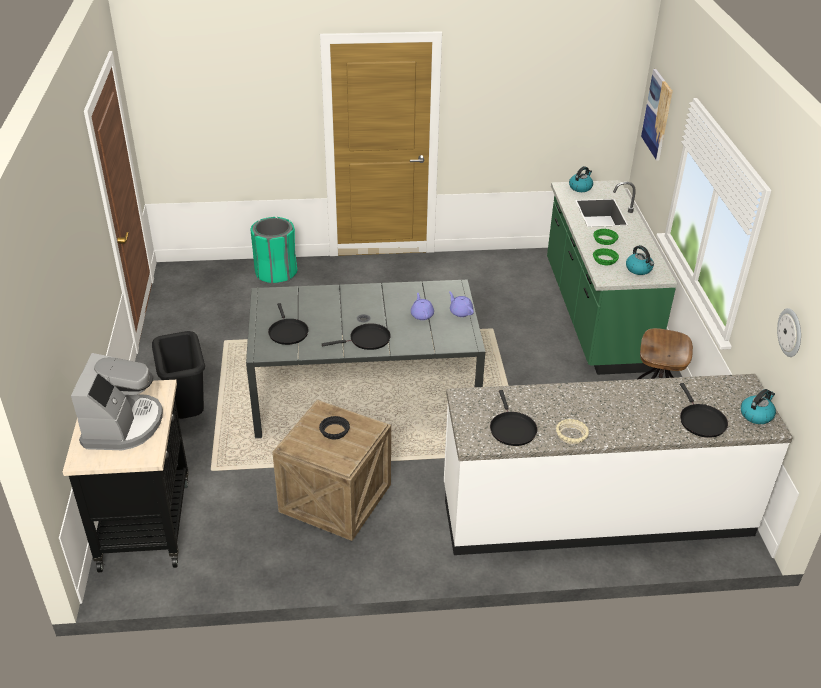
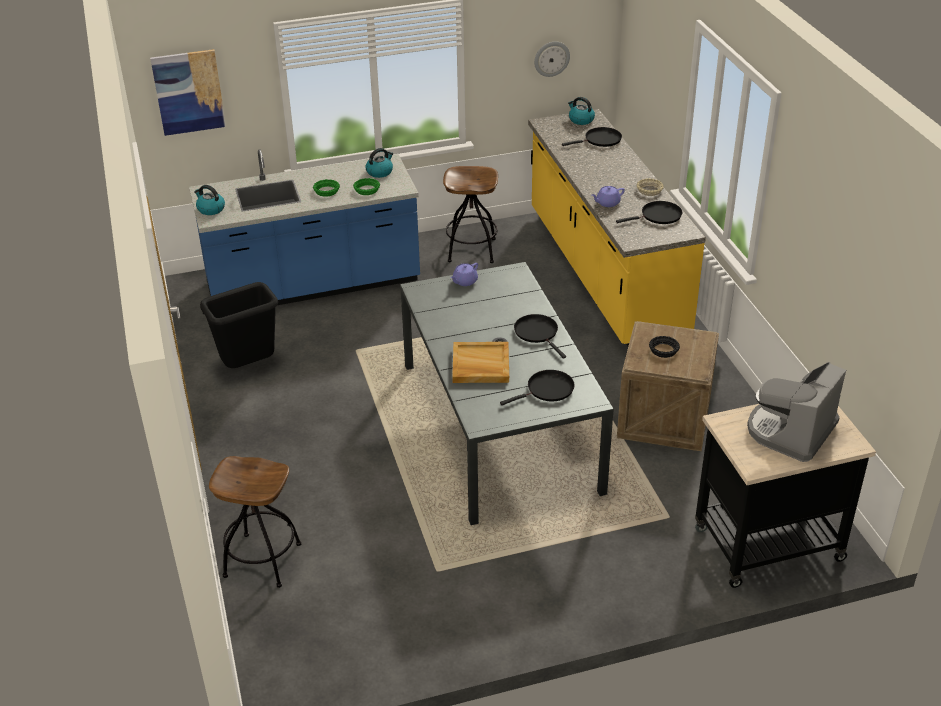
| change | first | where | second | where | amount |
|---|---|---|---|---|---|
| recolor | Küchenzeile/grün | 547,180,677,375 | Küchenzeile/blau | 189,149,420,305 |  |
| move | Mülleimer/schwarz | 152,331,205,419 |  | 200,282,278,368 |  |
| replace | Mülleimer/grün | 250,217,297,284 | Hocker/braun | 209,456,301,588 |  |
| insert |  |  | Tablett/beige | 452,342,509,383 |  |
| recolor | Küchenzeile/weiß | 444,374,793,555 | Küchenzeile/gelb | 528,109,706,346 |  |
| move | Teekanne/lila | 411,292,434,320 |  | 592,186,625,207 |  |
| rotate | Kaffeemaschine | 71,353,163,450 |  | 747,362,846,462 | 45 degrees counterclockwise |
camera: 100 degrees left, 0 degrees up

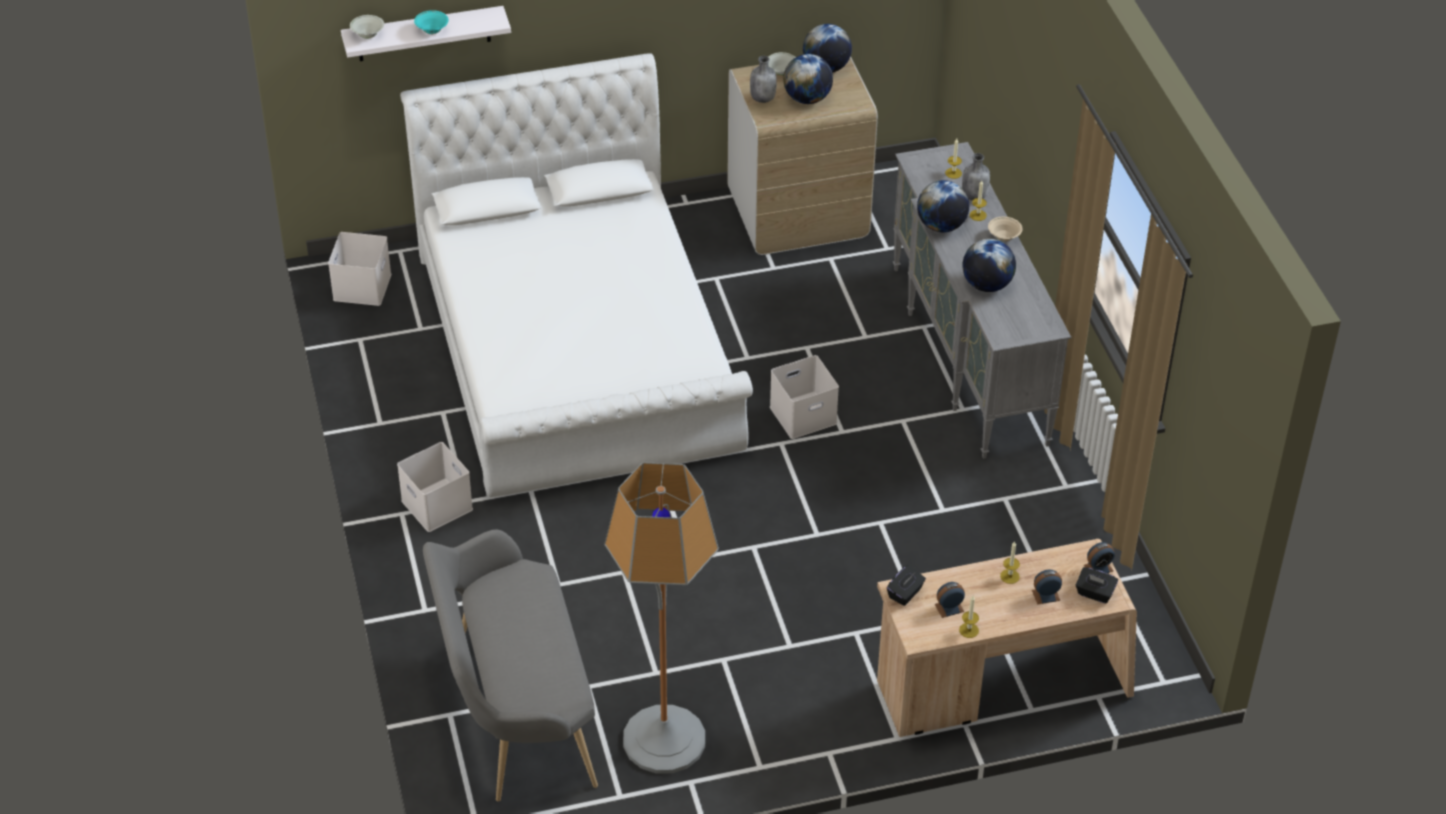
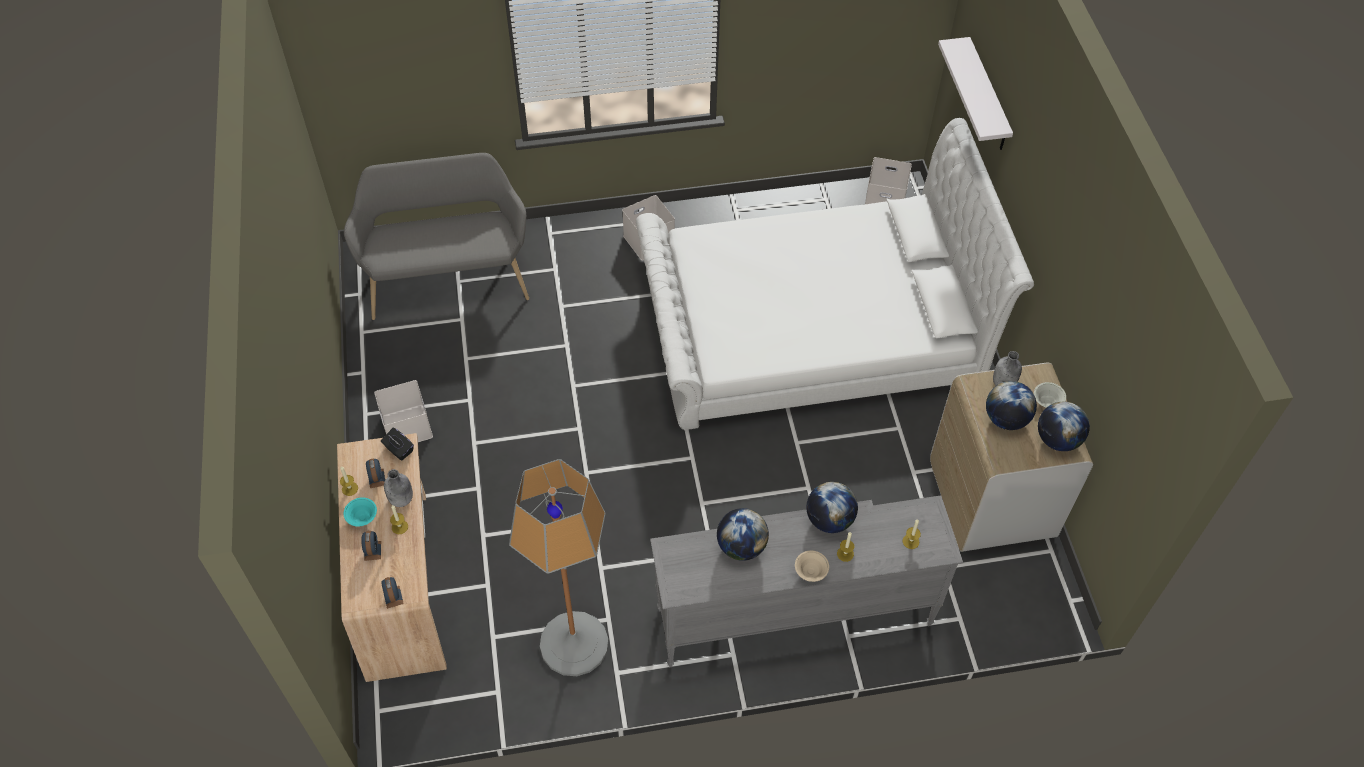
| change | first | where | second | where | amount |
|---|---|---|---|---|---|
| move | Schüssel/türkis | 414,10,449,34 |  | 344,497,377,526 |  |
| move | Aufbewahrungsbox/weiß | 770,355,839,439 |  | 374,380,433,442 |  |
| move | Flasche/grau | 962,153,990,200 |  | 384,469,413,507 |  |
| move | Stehlampe | 604,462,719,773 |  | 509,459,608,676 |  |
| delete | Schüssel/weiß | 350,15,384,39 |  |  |  |
| delete | Taschentuchbox/schwarz | 1076,567,1118,603 |  |  |  |
camera: 95 degrees right, 10 degrees up

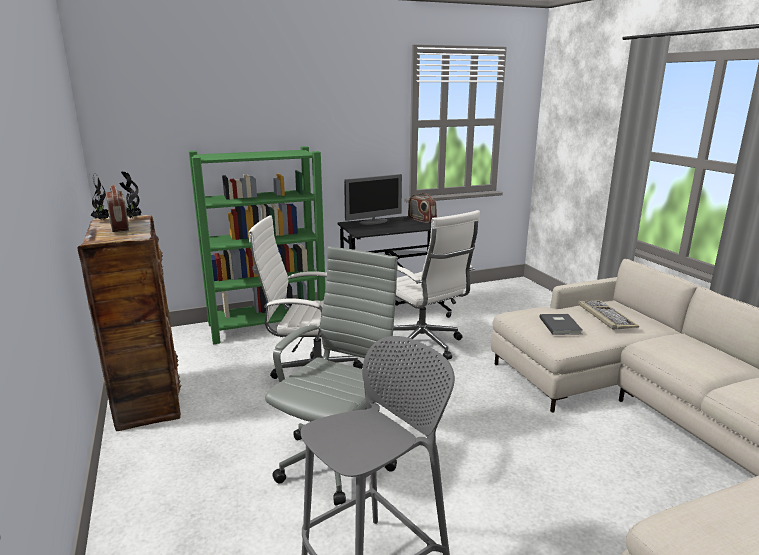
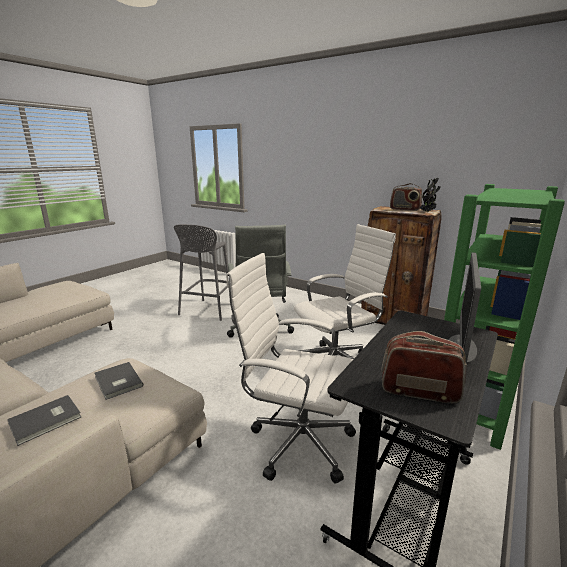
| change | first | where | second | where | amount |
|---|---|---|---|---|---|
| replace | Tastatur | 578,300,639,330 | Buch/grau | 7,395,81,446 |  |
camera: 145 degrees right, 0 degrees up

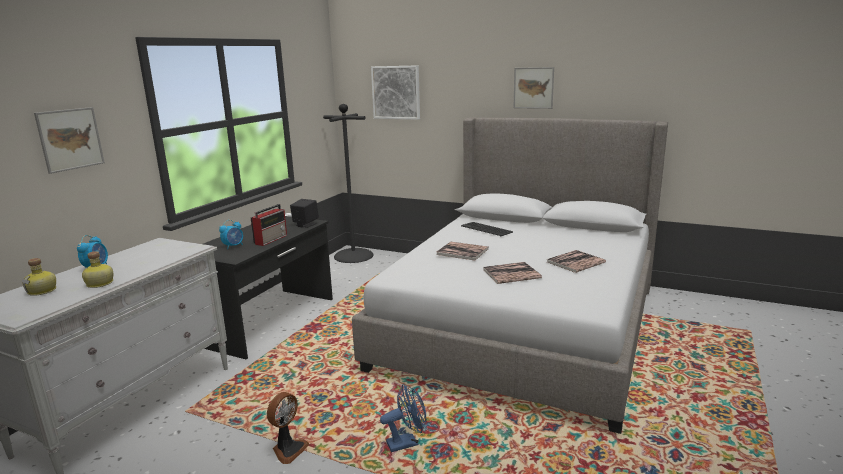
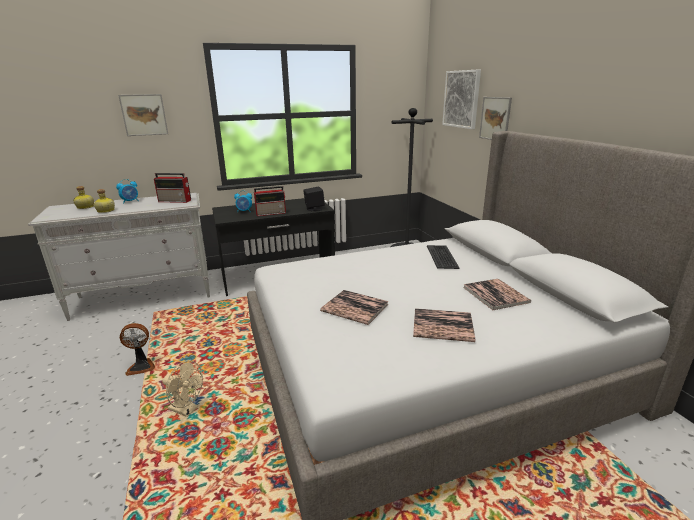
| change | first | where | second | where | amount |
|---|---|---|---|---|---|
| insert |  |  | Radio | 154,173,191,203 |  |
| recolor | Ventilator/blau | 380,384,426,452 | Ventilator/beige | 162,360,203,417 |  |
| move | Buch | 436,242,489,261 |  | 463,279,531,310 |  |
| move | Bild | 513,67,554,109 |  | 479,97,512,140 |  |
camera: 45 degrees right, 5 degrees up

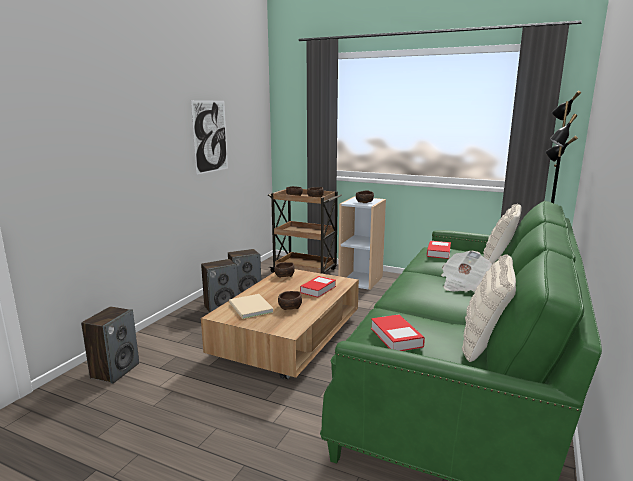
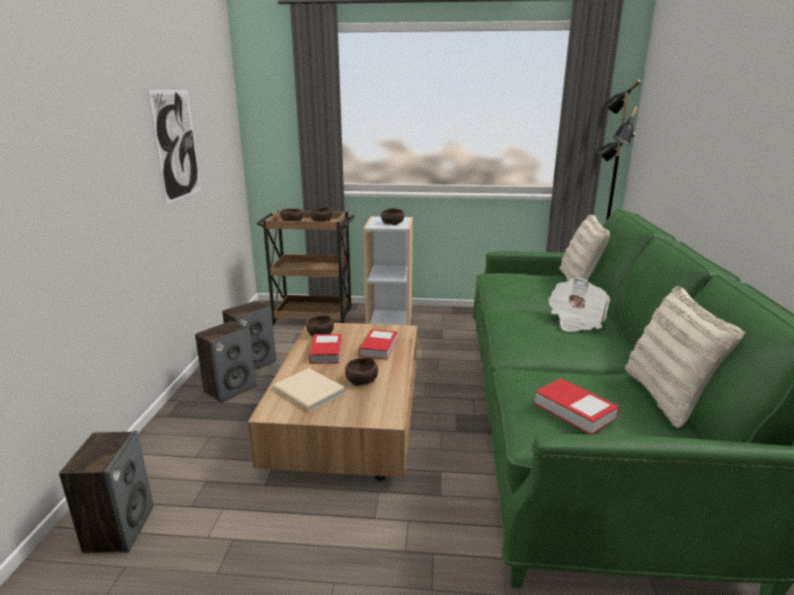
| change | first | where | second | where | amount |
|---|---|---|---|---|---|
| move | Buch | 427,241,451,259 |  | 309,334,342,364 |  |
camera: 20 degrees left, 5 degrees up

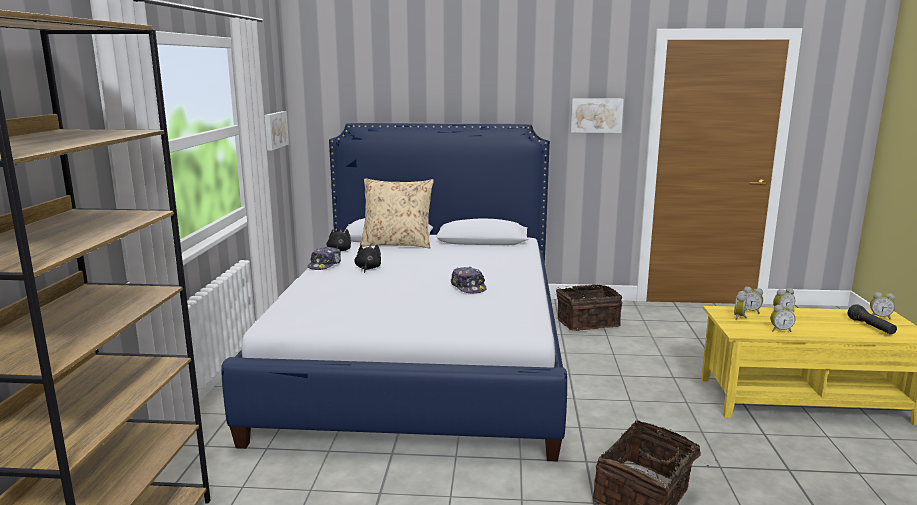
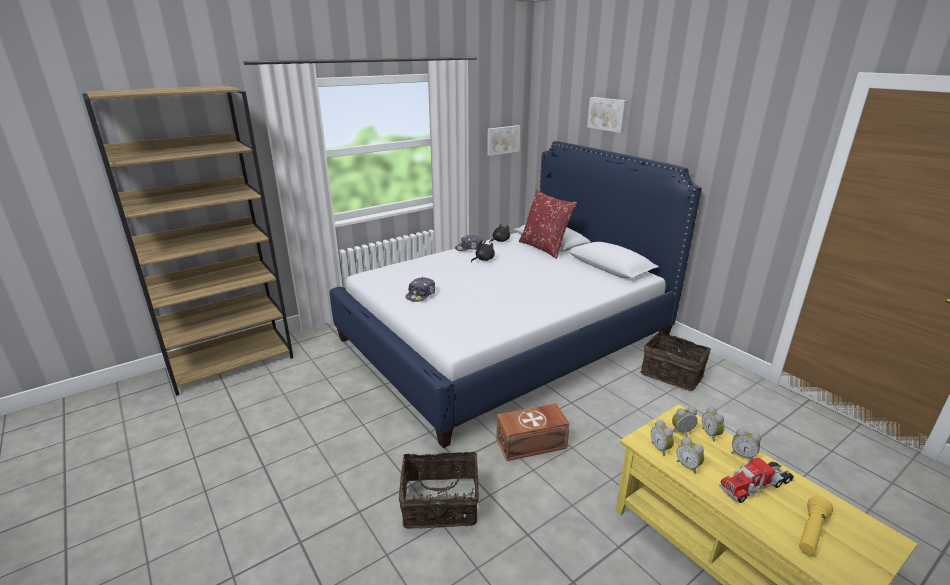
| change | first | where | second | where | amount |
|---|---|---|---|---|---|
| move | Kappe | 451,267,487,293 |  | 406,277,435,302 |  |
| insert |  |  | Aufbewahrungsbox/braun | 496,403,570,461 |  |
| recolor | Kissen/beige | 360,178,434,249 | Kissen/rot | 519,190,577,259 |  |
| move | Bild | 571,98,624,133 |  | 587,97,627,133 |  |
| move | Wecker | 870,292,895,319 |  | 651,420,674,456 |  |
| insert |  |  | Spielzeuglaster | 719,457,794,503 |  |
| recolor | Taschenlampe/schwarz | 848,304,897,335 | Taschenlampe/gelb | 799,496,833,555 |  |
camera: 50 degrees right, 10 degrees up

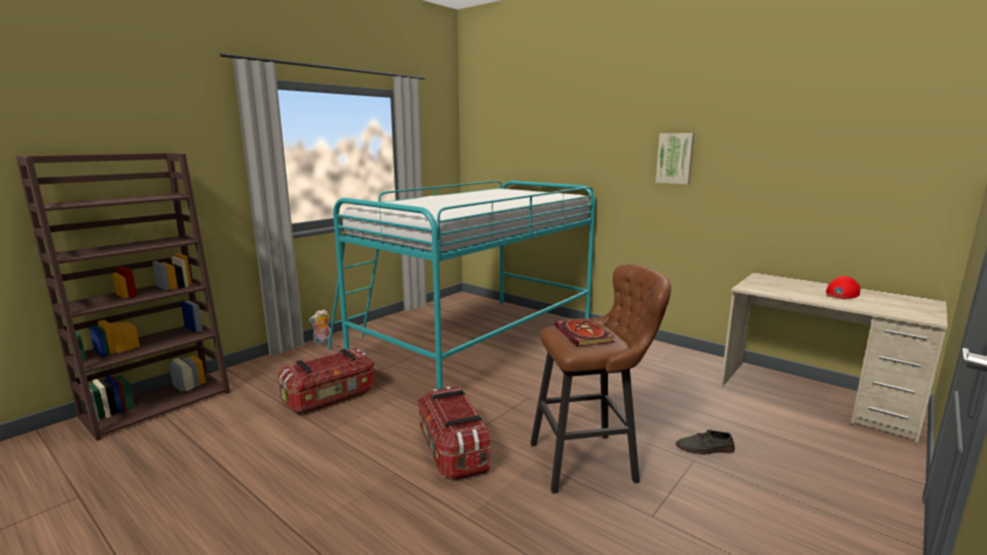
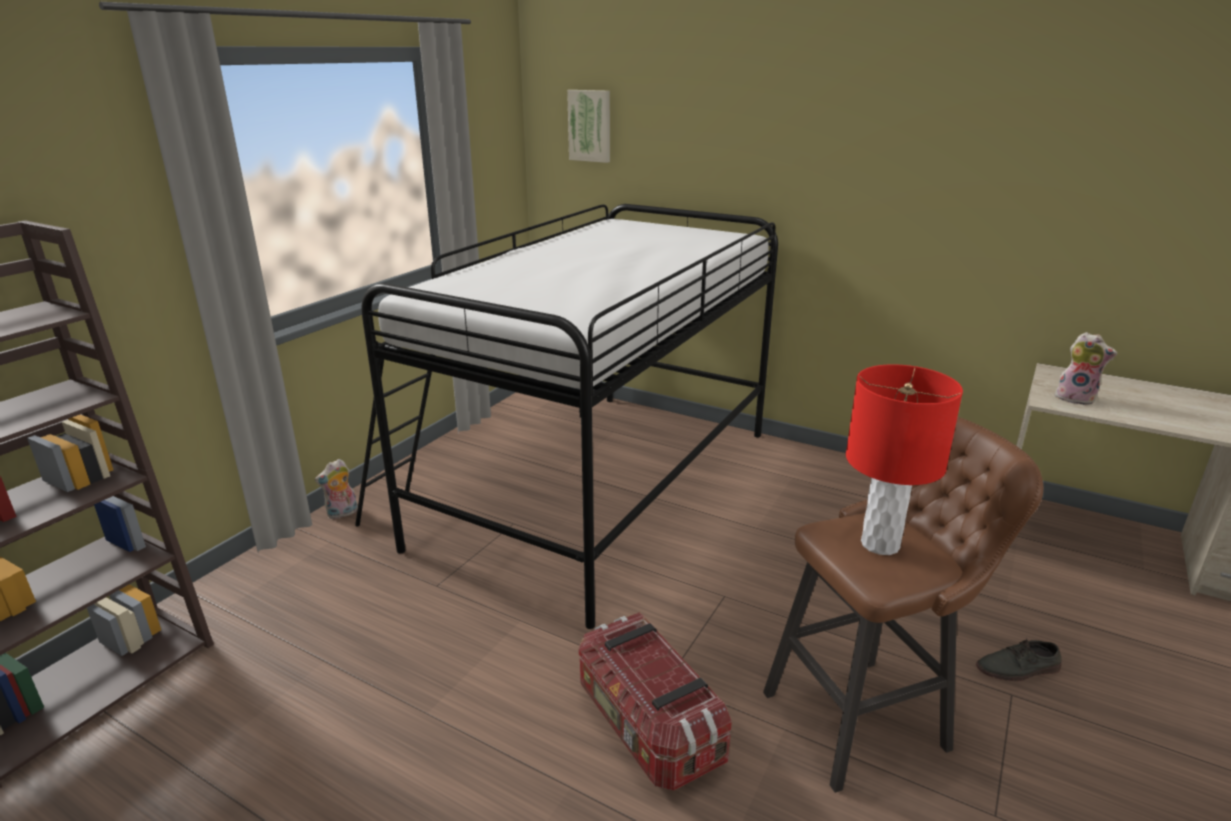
| change | first | where | second | where | amount |
|---|---|---|---|---|---|
| recolor | Bett/türkis | 328,181,596,390 | Bett/schwarz | 355,204,778,629 |  |
| move | Bild | 656,133,694,184 |  | 567,90,610,163 |  |
| replace | Buch | 554,318,615,346 | Tischlampe/rot | 846,364,963,555 |  |
| insert |  |  | Plüschtier | 1055,332,1117,405 |  |
| delete | Aufbewahrungsbox | 278,348,376,414 |  |  |  |
| delete | Kappe/rot | 826,276,860,299 |  |  |  |
camera: 10 degrees left, 10 degrees up

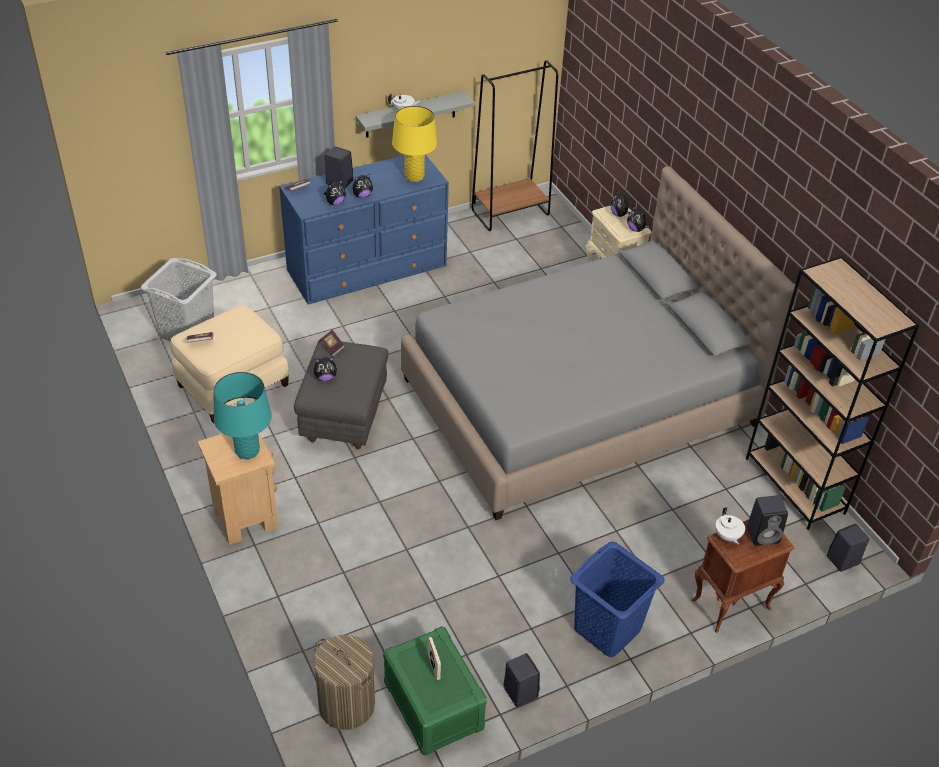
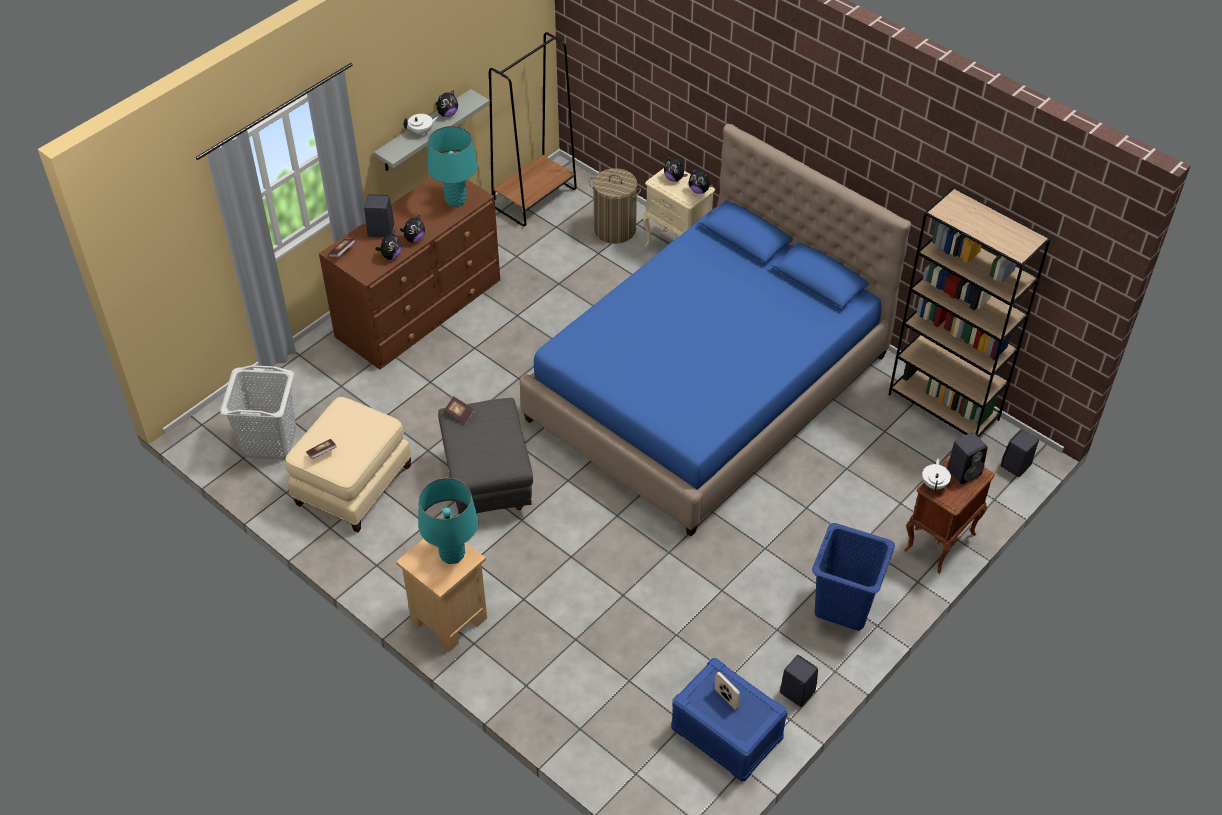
| change | first | where | second | where | amount |
|---|---|---|---|---|---|
| recolor | Kommode/blau | 279,154,449,305 | Kommode/braun | 319,177,500,369 |  |
| recolor | Tischlampe/gelb | 392,106,437,182 | Tischlampe/türkis | 428,126,478,207 |  |
| move | Plüschtier | 314,357,338,381 |  | 435,90,458,117 |  |
| recolor | Bett/grau | 401,166,798,520 | Bett/blau | 520,124,911,536 |  |
| move | Wäschekorb | 314,635,375,730 |  | 589,168,641,244 |  |
| recolor | Aufbewahrungsbox/grün | 383,626,487,755 | Aufbewahrungsbox/blau | 671,658,788,782 |  |
| rotate | Teekanne/weiß | 715,507,745,545 |  | 922,458,951,492 | 135 degrees counterclockwise |
camera: 20 degrees left, 5 degrees up

